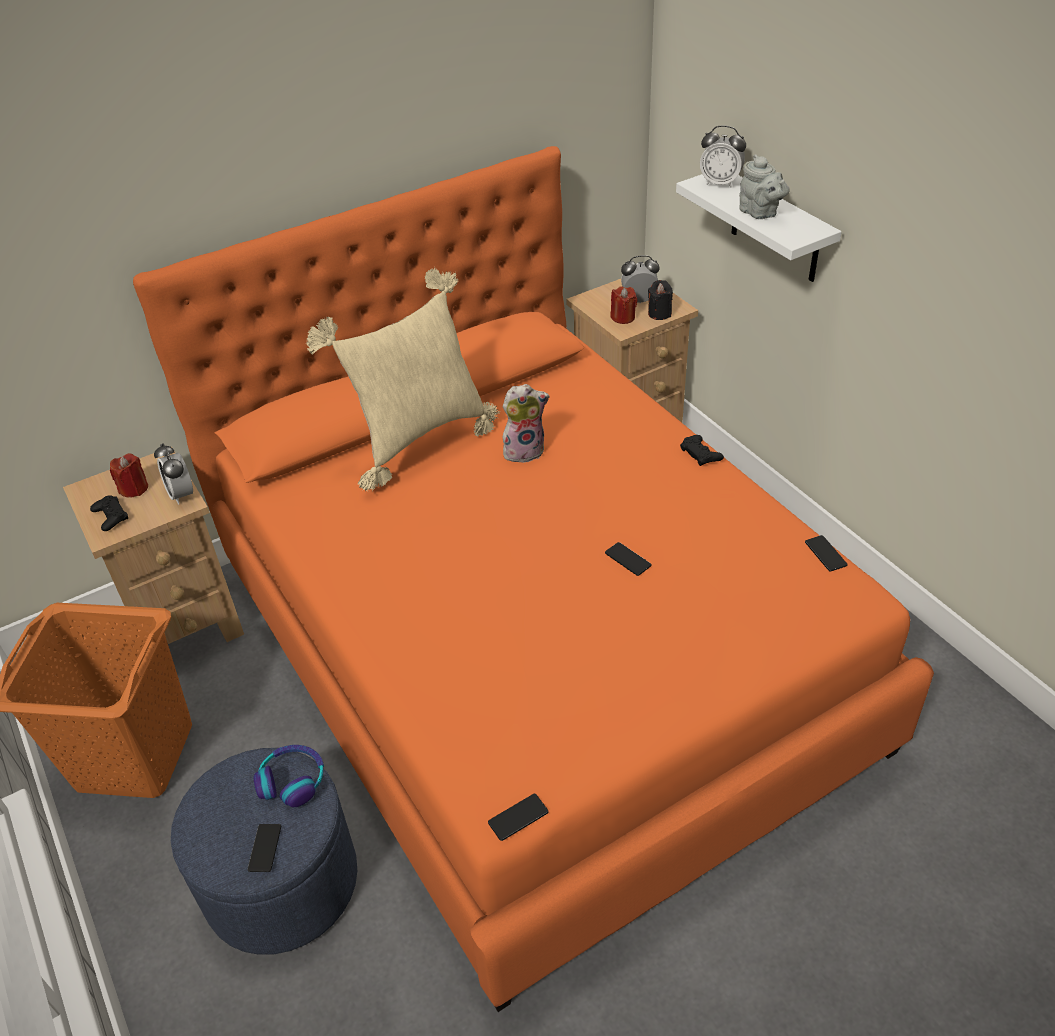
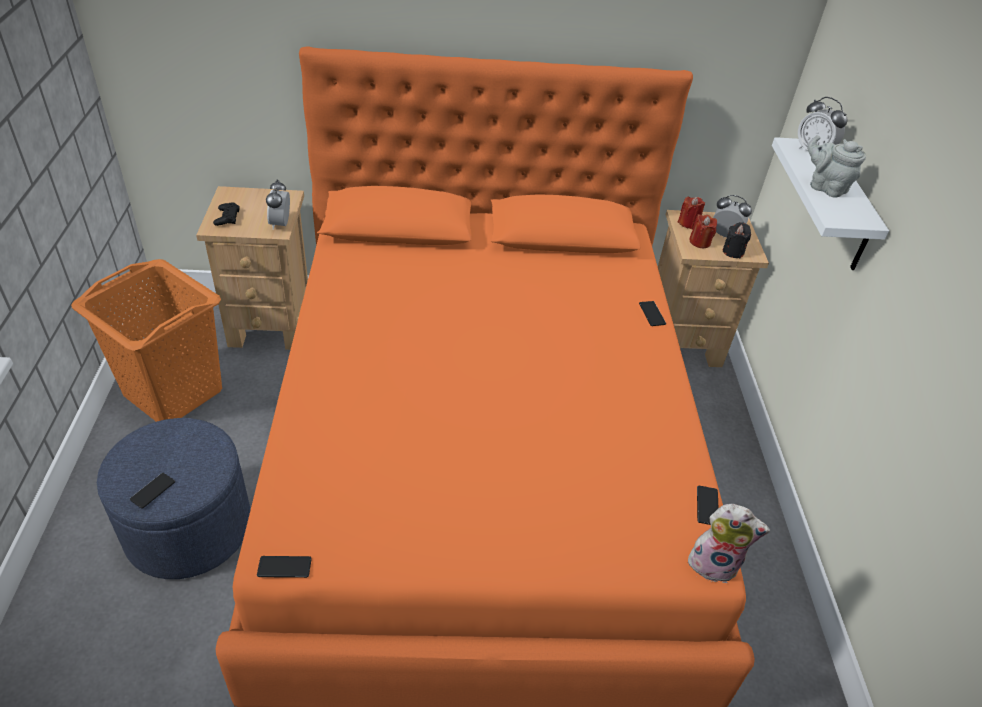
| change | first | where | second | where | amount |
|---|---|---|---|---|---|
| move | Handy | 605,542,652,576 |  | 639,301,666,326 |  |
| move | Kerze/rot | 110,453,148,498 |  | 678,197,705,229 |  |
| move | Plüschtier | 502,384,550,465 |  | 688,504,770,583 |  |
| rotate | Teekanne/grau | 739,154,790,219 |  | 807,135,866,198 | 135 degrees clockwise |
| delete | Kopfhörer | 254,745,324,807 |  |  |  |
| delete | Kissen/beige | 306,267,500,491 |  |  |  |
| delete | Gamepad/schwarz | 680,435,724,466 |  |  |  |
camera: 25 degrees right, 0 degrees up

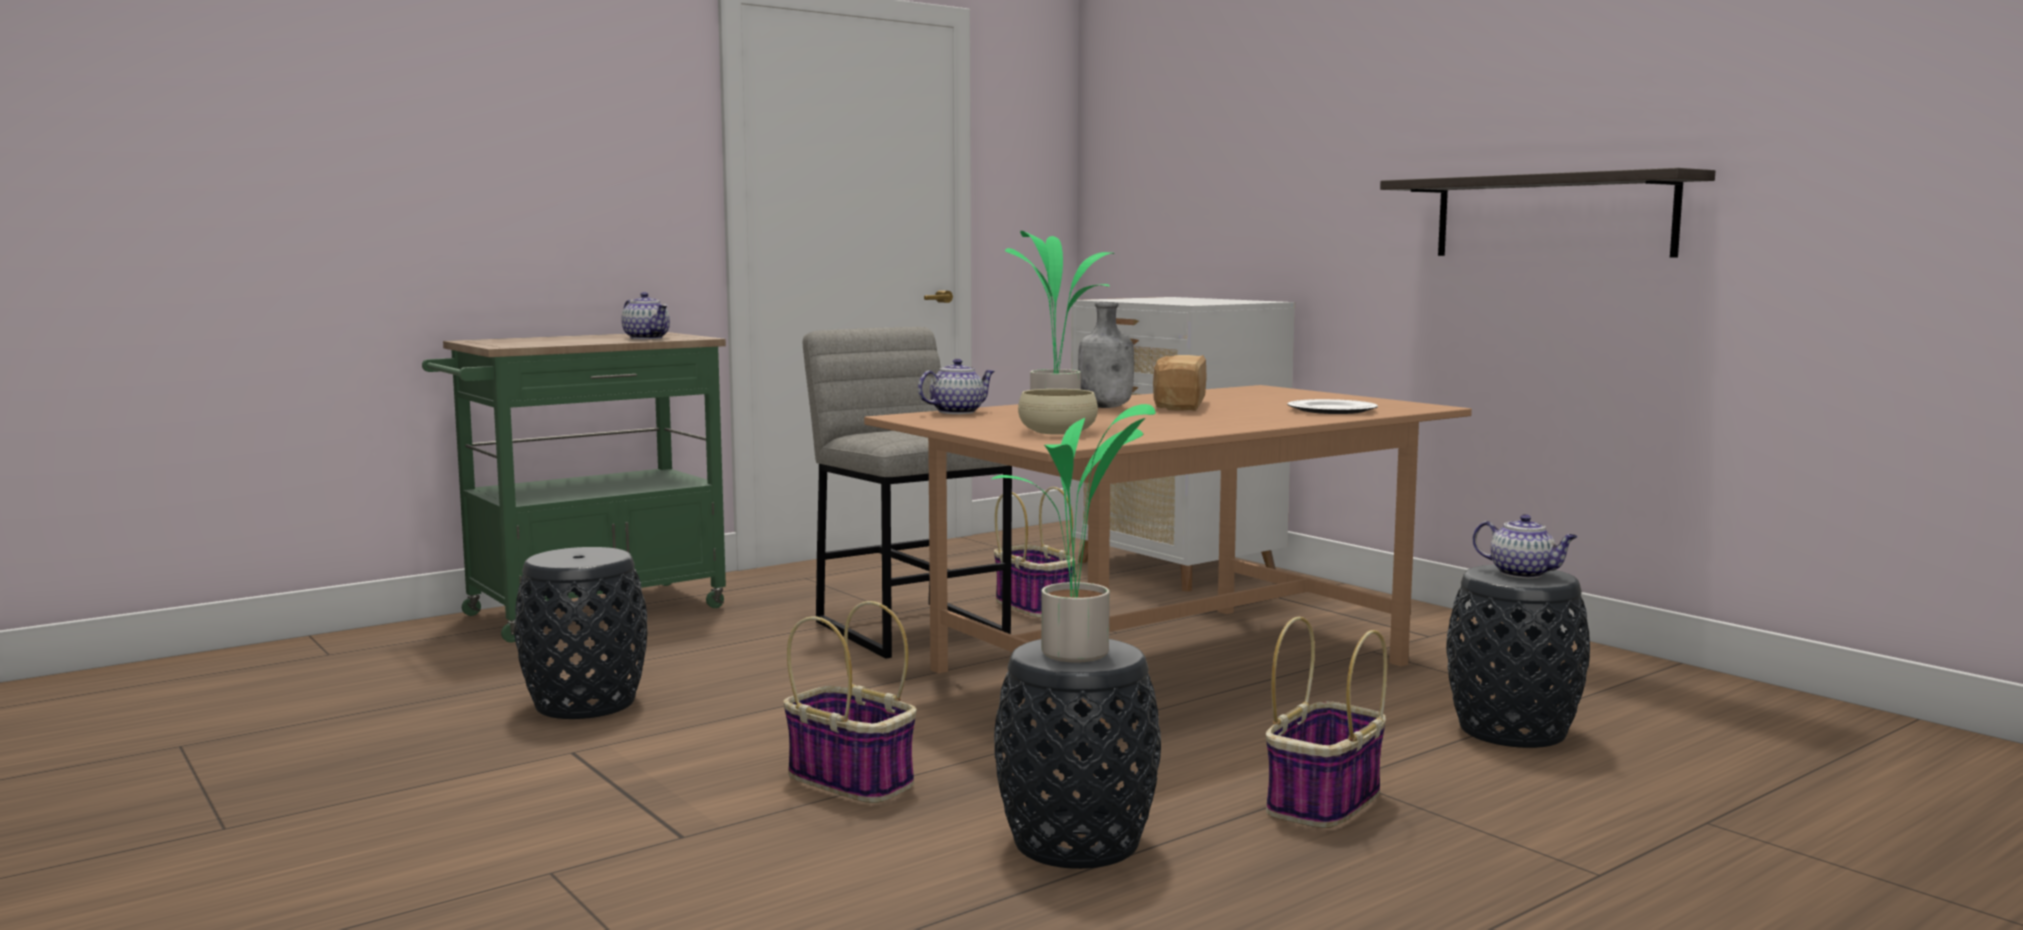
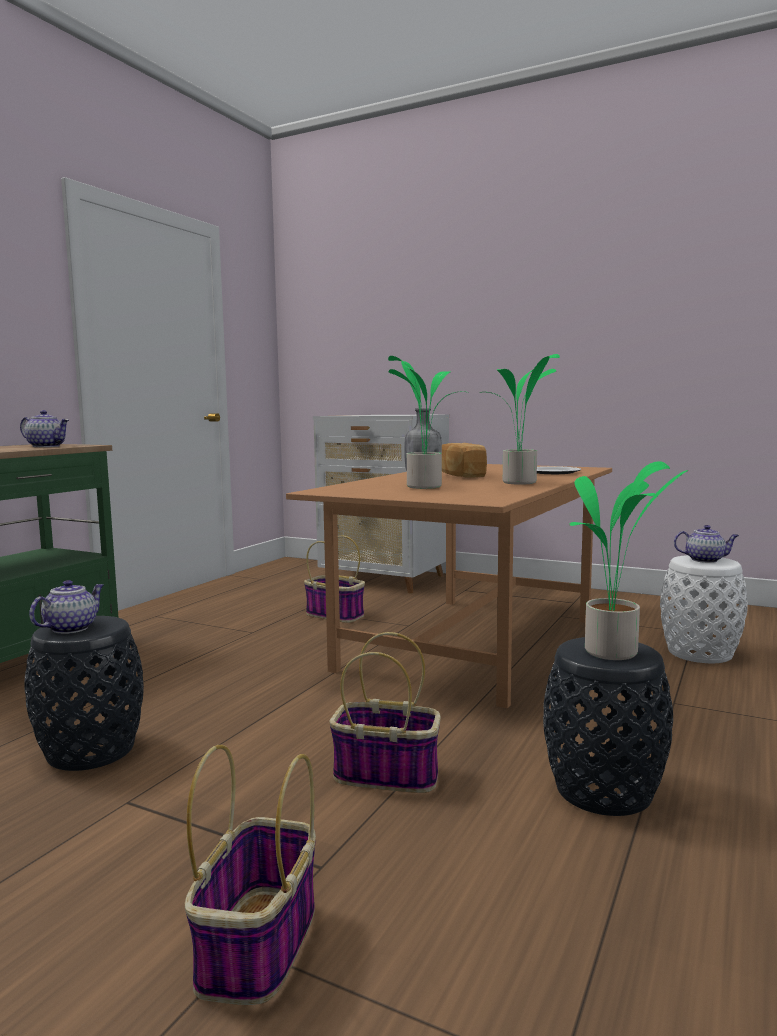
| change | first | where | second | where | amount |
|---|---|---|---|---|---|
| move | Teekanne | 918,359,995,414 |  | 29,580,104,634 |  |
| move | Korb | 1266,617,1387,828 |  | 185,745,316,1005 |  |
| insert |  |  | Topfpflanze | 480,354,560,485 |  |
| recolor | Hocker/schwarz | 1446,564,1590,748 | Hocker/weiß | 660,555,748,663 |  |
| delete | Stuhl/grau | 803,327,1012,659 |  |  |  |
| delete | Schüssel/beige | 1018,389,1098,435 |  |  |  |
| delete | Wandregal | 1380,168,1715,258 |  |  |  |
camera: 25 degrees left, 0 degrees up

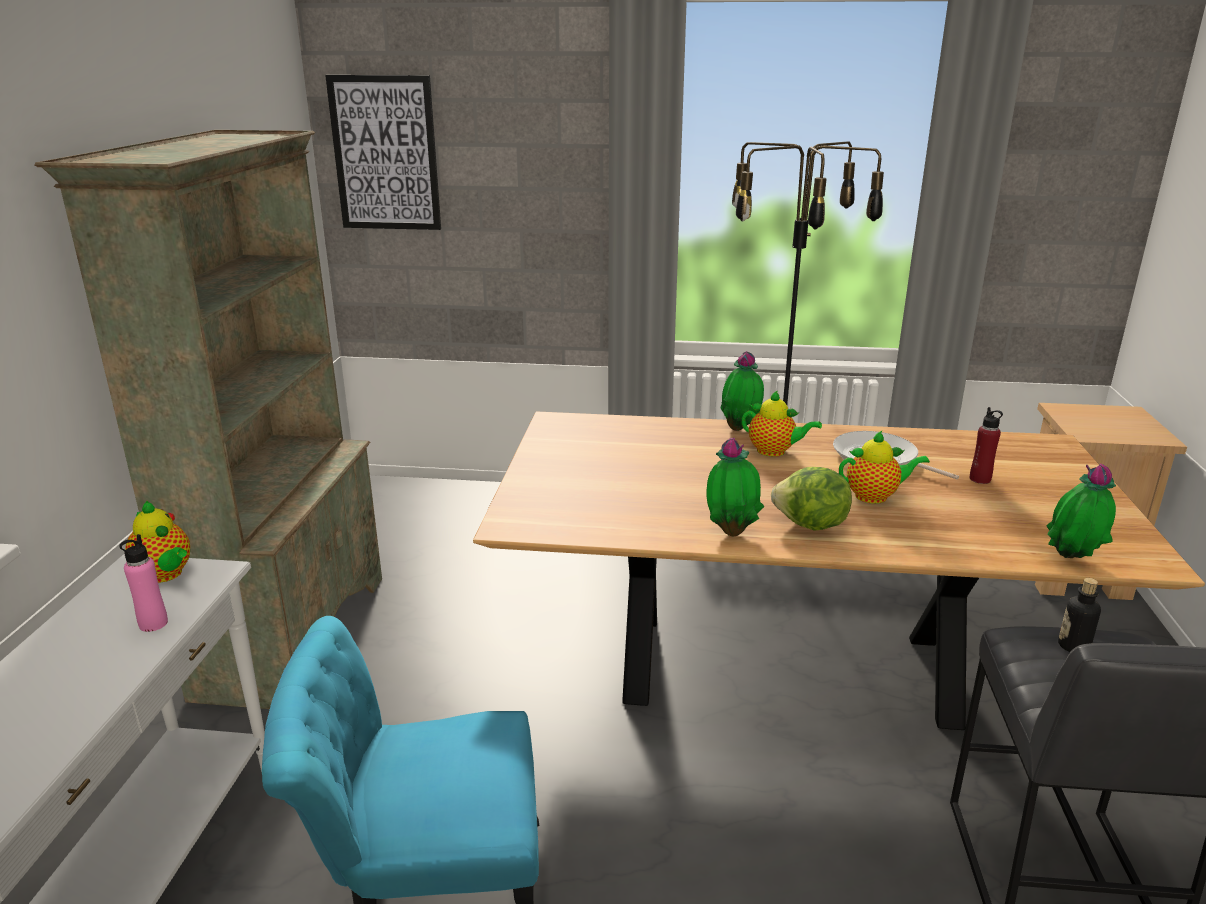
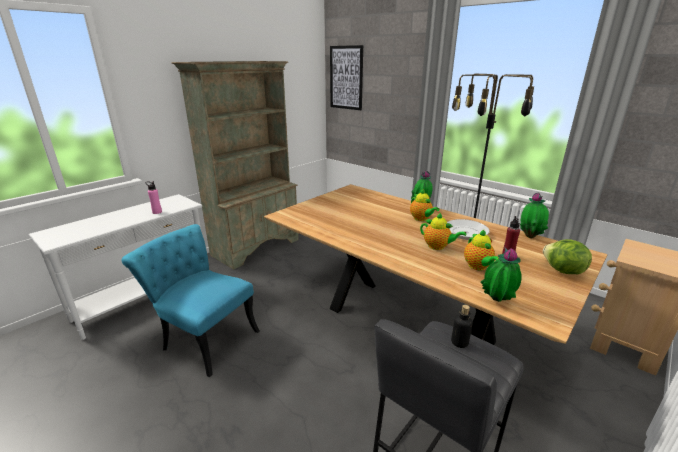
| change | first | where | second | where | amount |
|---|---|---|---|---|---|
| move | Teekanne | 125,501,190,583 |  | 464,230,499,270 |  |
| move | Topfpflanze | 707,438,764,536 |  | 520,193,549,238 |  |
| move | Salatkopf | 771,467,852,531 |  | 543,239,592,274 |  |
camera: 35 degrees right, 0 degrees up

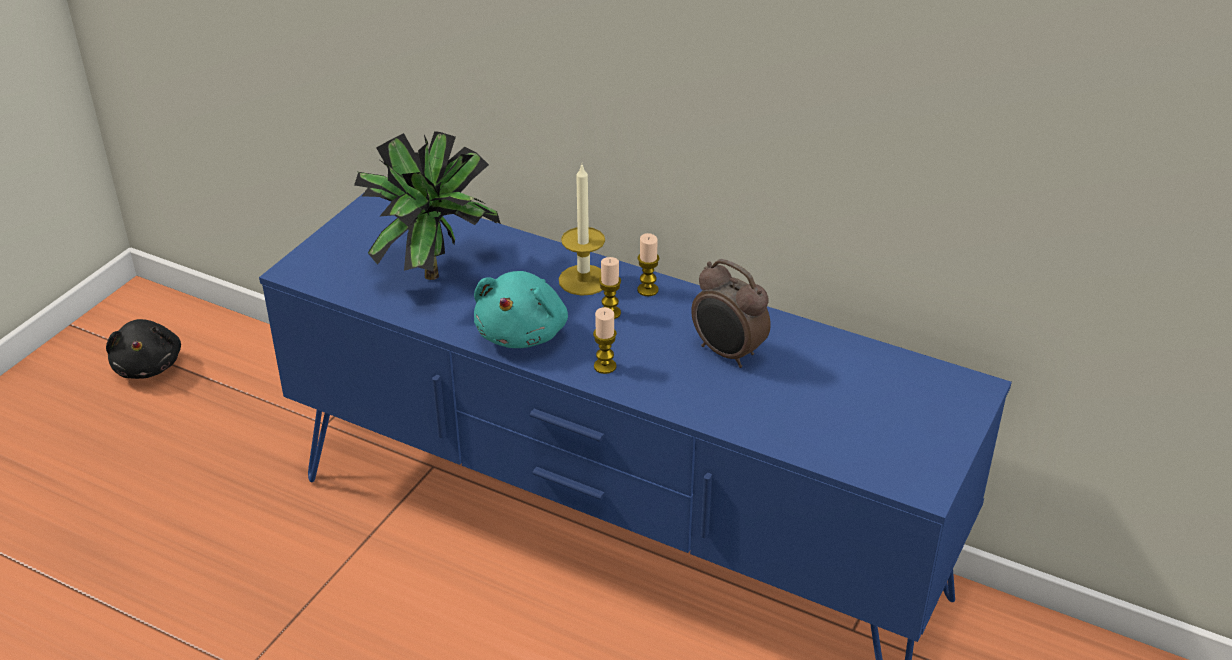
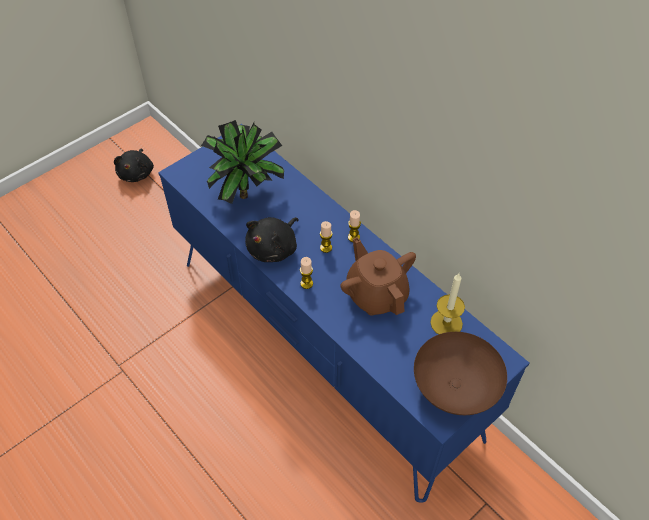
| change | first | where | second | where | amount |
|---|---|---|---|---|---|
| recolor | Plüschtier/türkis | 474,271,568,348 | Plüschtier/schwarz | 245,217,299,262 |  |
| replace | Wecker | 691,259,771,368 | Teekanne/braun | 340,237,416,316 |  |
| insert |  |  | Schüssel/braun | 414,332,507,415 |  |
| move | Kerze | 559,165,605,296 |  | 430,273,465,334 |  |
camera: 20 degrees right, 15 degrees up

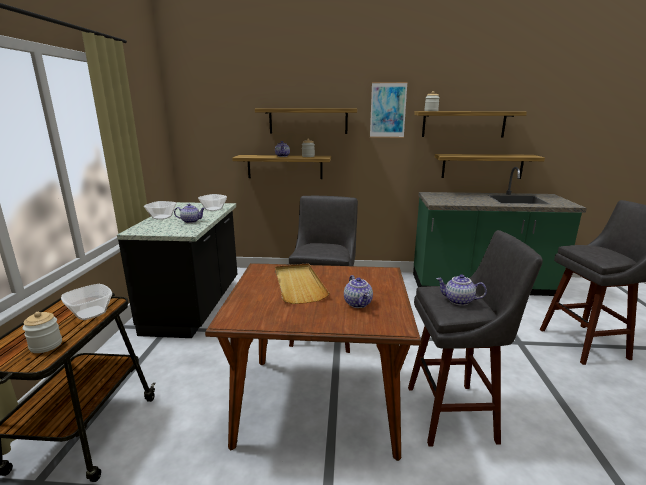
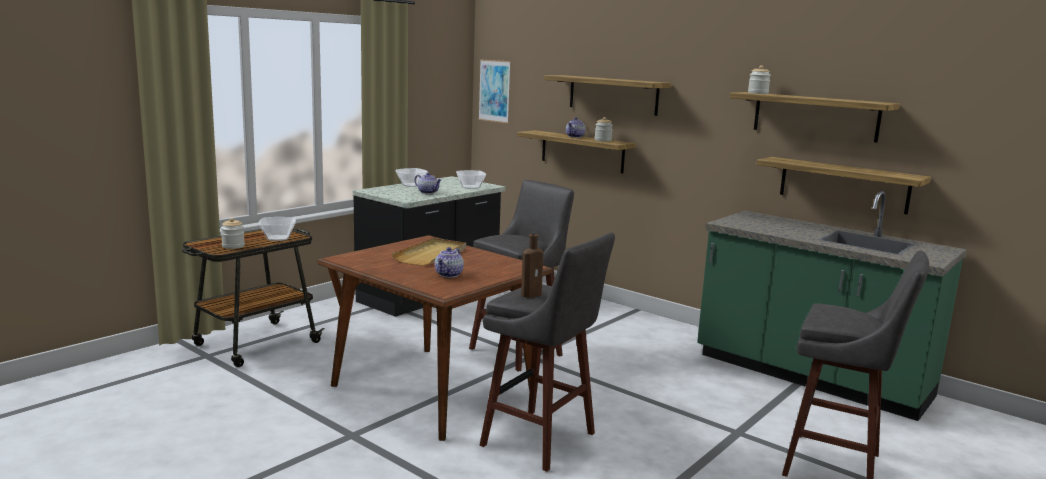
| change | first | where | second | where | amount |
|---|---|---|---|---|---|
| move | Bild | 370,82,408,138 |  | 478,60,511,123 |  |
| replace | Teekanne | 436,275,487,306 | Flasche/braun | 521,234,543,298 |  |
camera: 35 degrees right, 5 degrees down

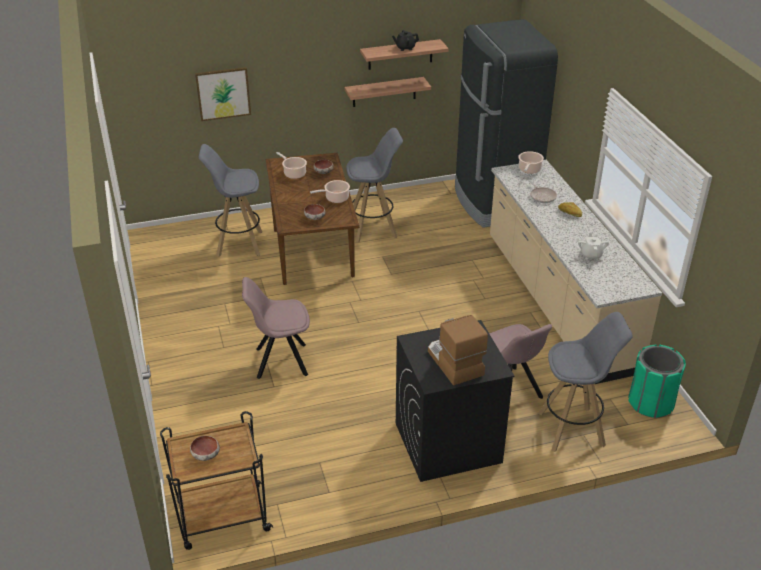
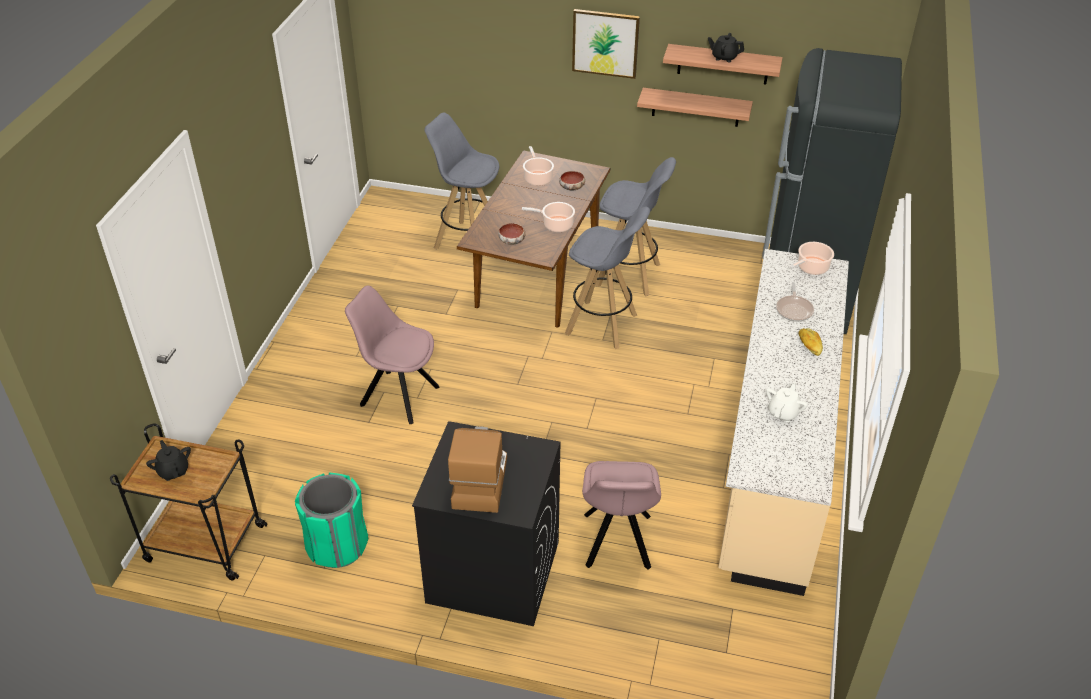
| change | first | where | second | where | amount |
|---|---|---|---|---|---|
| replace | Schüssel | 190,436,220,461 | Teekanne/schwarz | 146,440,191,481 |  |
| move | Mülleimer/grün | 628,344,686,418 |  | 295,473,368,568 |  |
| move | Hocker/grau | 538,312,633,452 |  | 565,207,650,349 |  |
| move | Bild | 195,67,251,121 |  | 572,9,640,79 |  |
camera: 30 degrees right, 5 degrees up

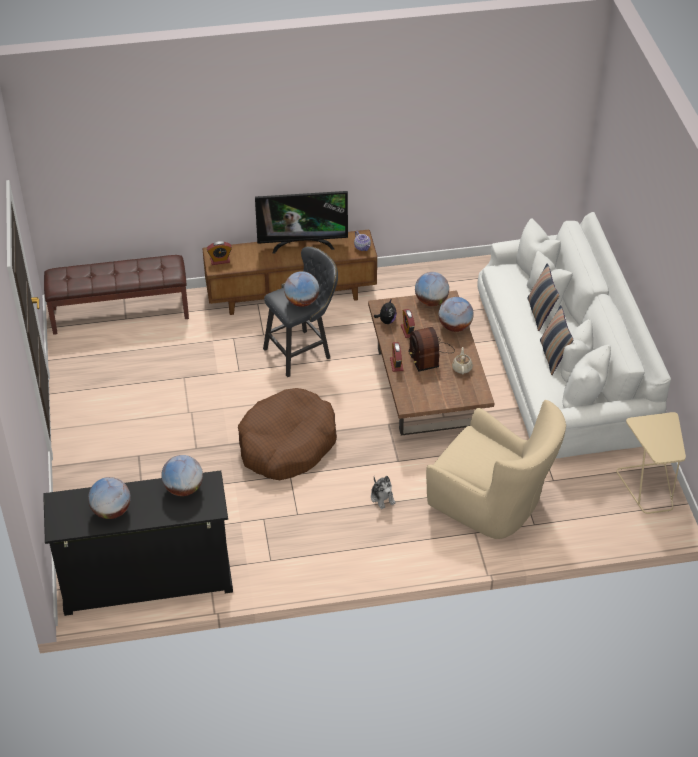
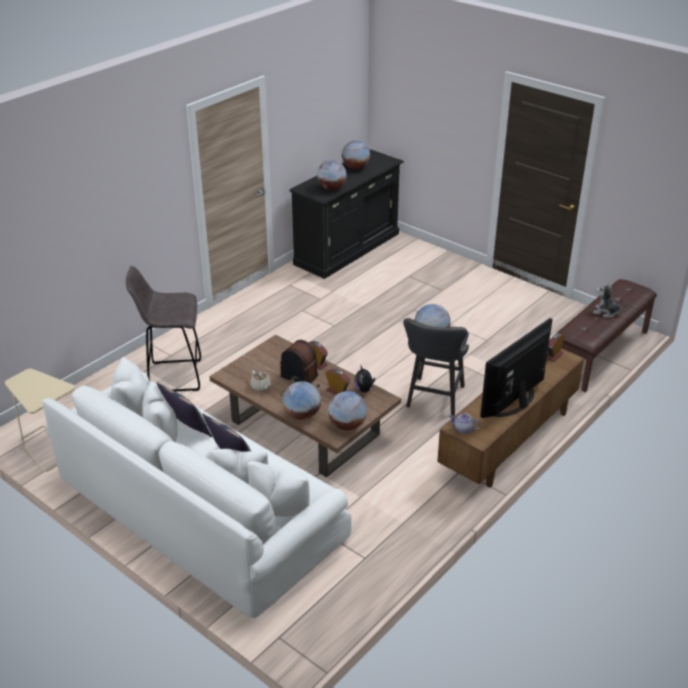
| change | first | where | second | where | amount |
|---|---|---|---|---|---|
| replace | Sessel/beige | 426,400,566,539 | Hocker/grau | 126,266,201,392 |  |
| move | Plüschtier | 371,476,396,509 |  | 593,283,626,318 |  |
| delete | Hundebett/braun | 238,388,337,480 |  |  |  |
camera: 140 degrees right, 10 degrees down

